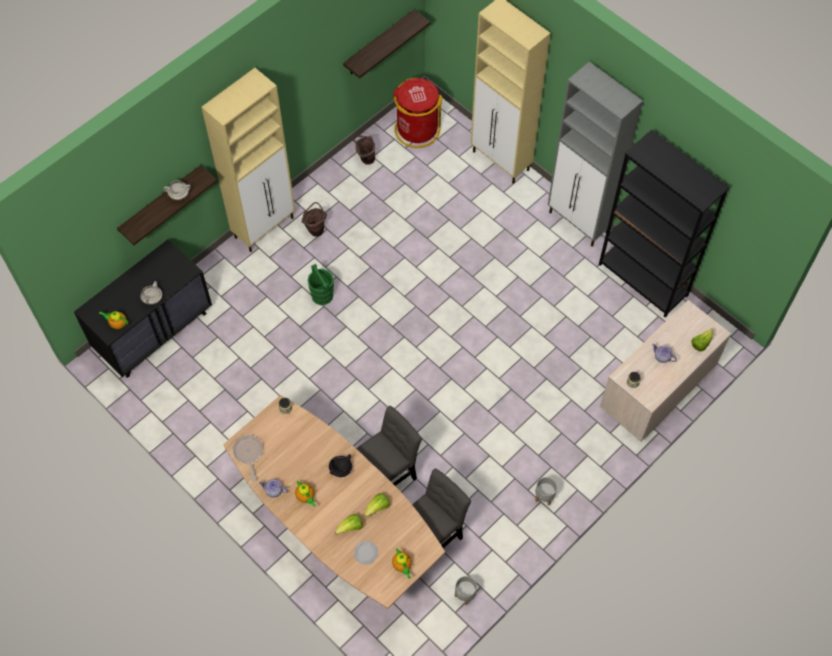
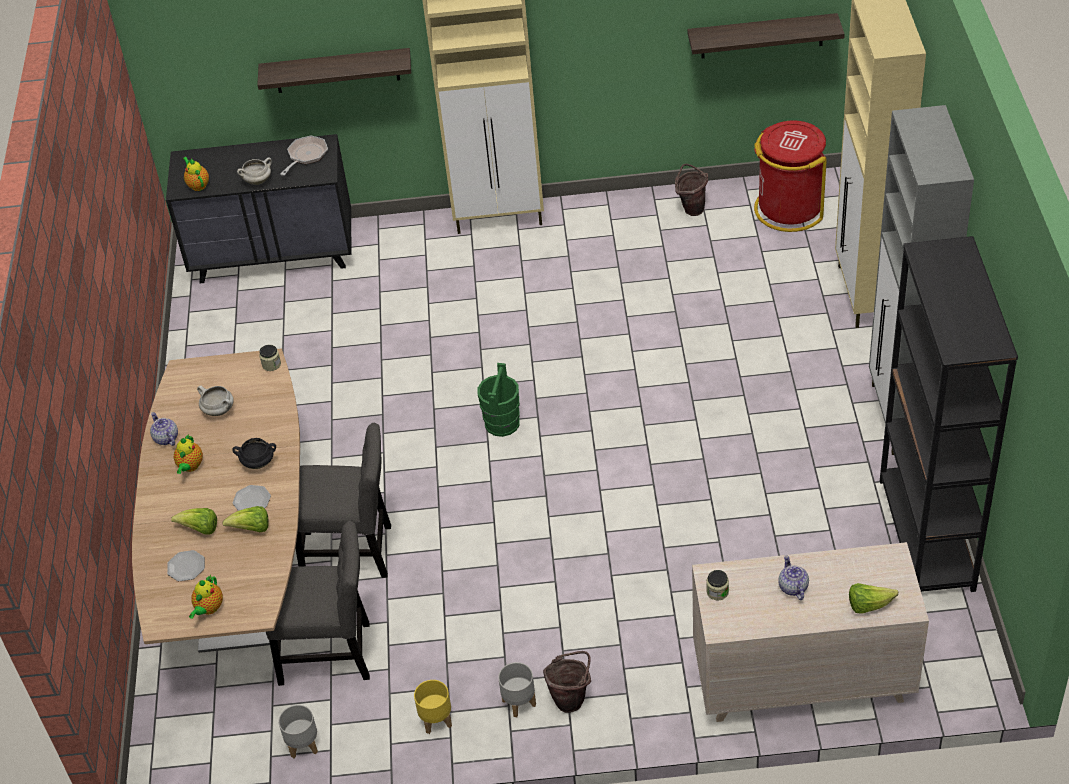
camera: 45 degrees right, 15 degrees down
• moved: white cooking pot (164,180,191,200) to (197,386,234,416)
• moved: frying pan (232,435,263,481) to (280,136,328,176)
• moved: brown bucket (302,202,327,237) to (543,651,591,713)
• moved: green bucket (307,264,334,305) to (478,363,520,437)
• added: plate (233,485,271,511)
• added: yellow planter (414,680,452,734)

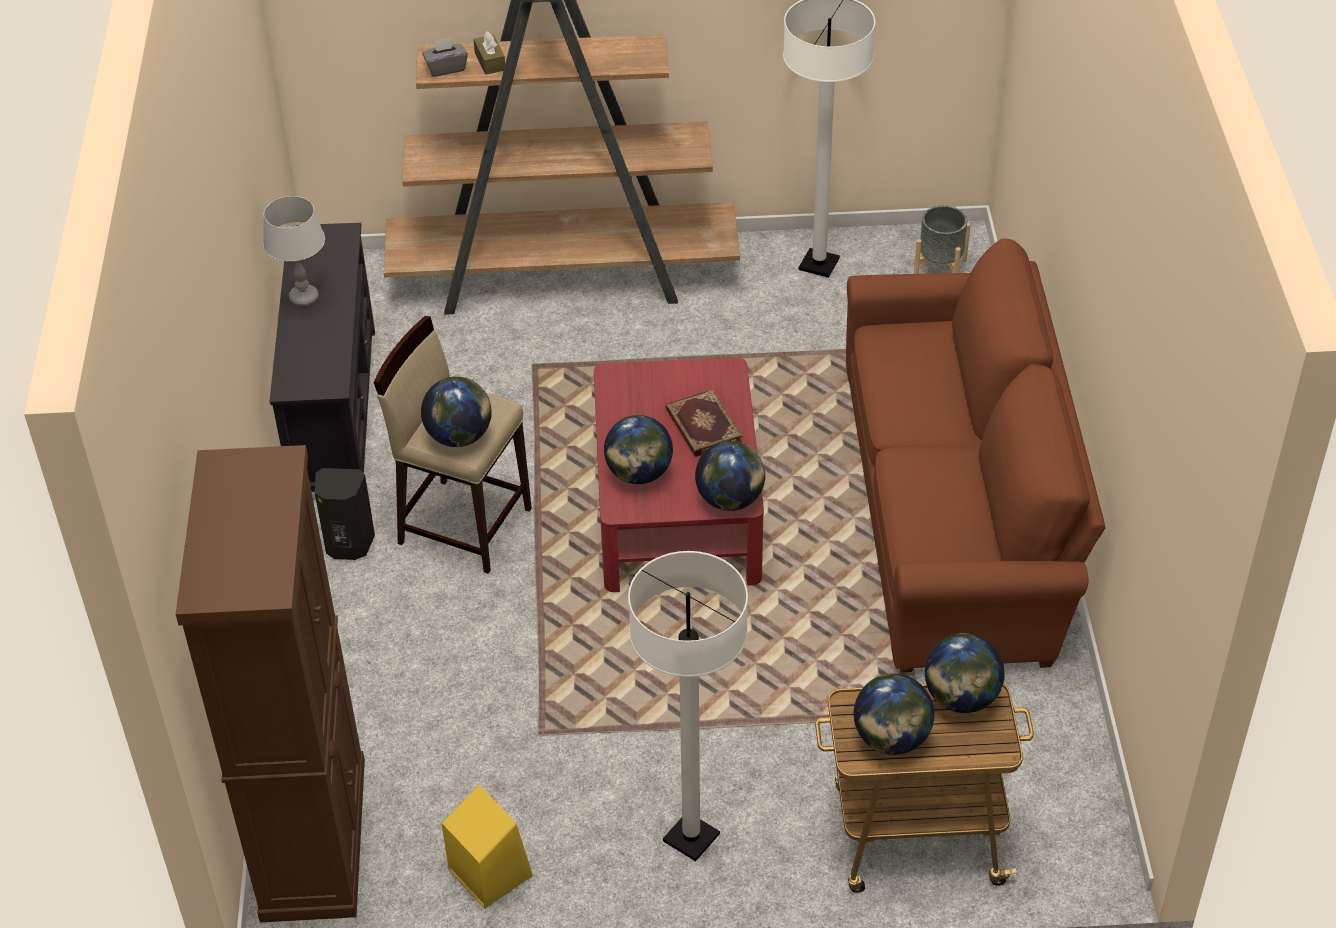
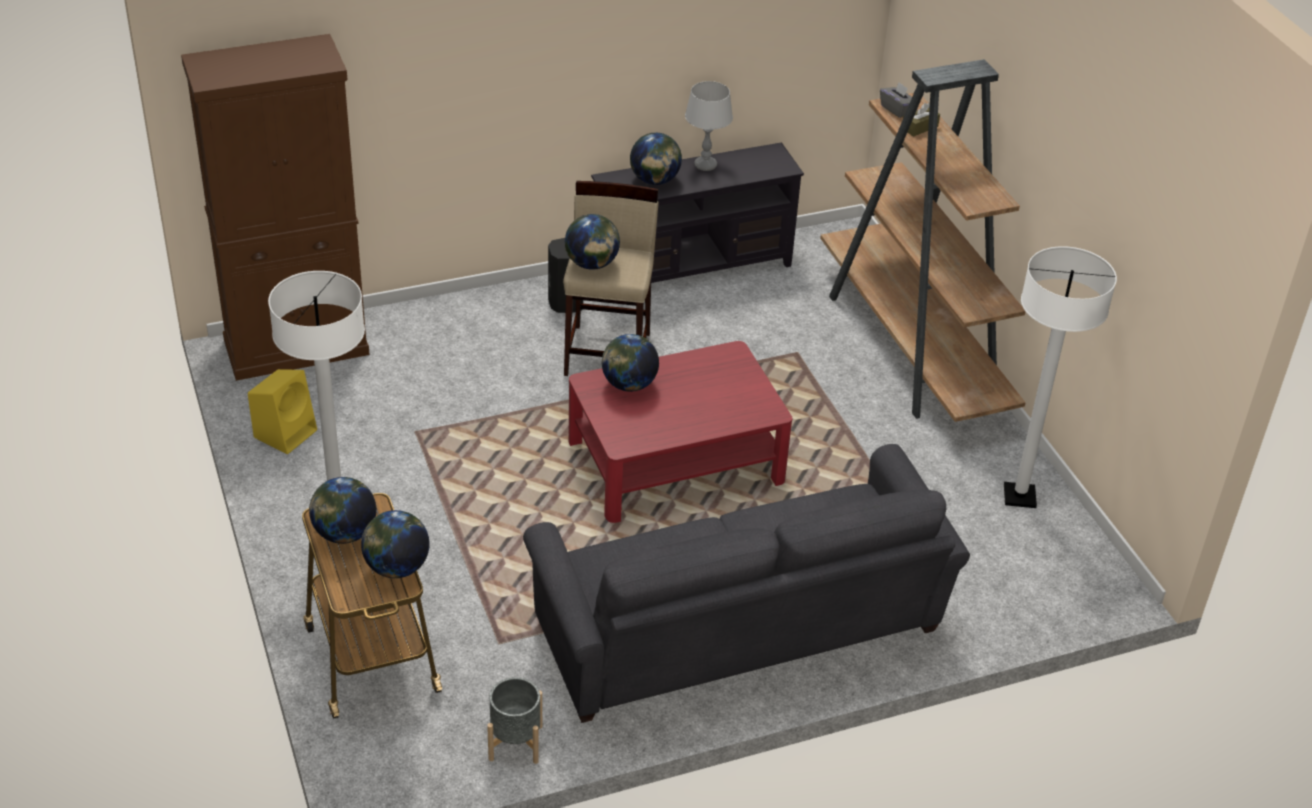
camera: 70 degrees right, 5 degrees down
• removed: book (665,389,742,457)
• moved: globe (695,441,765,511) to (630,133,682,185)
• recoloured: brown sofa (846,238,1106,672) to grey sofa (523,444,970,723)
• moved: grey planter (914,205,971,274) to (487,677,542,764)

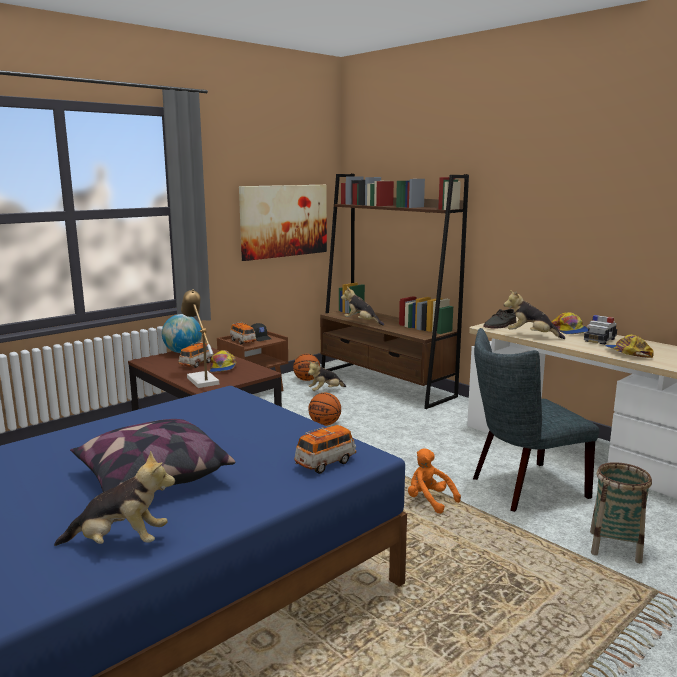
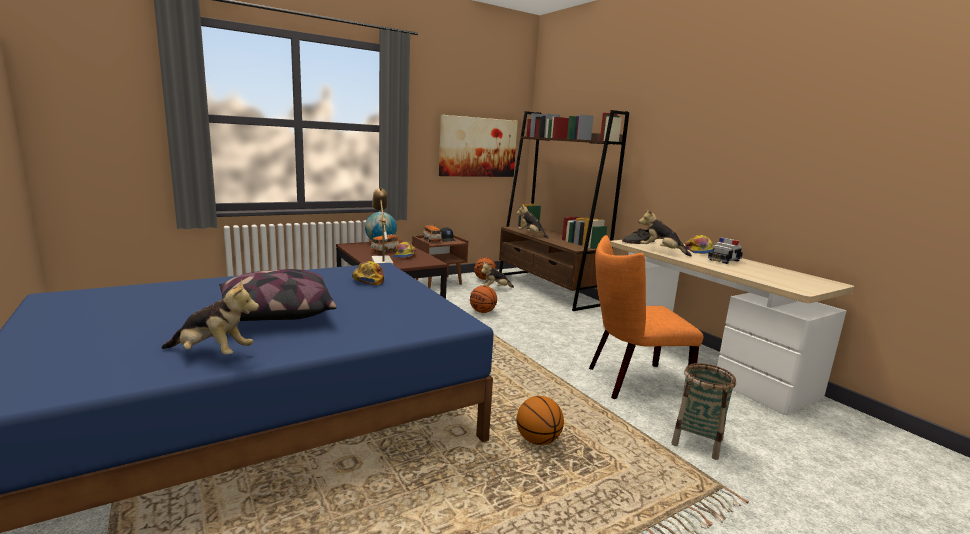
camera: 10 degrees right, 0 degrees up
• removed: toy car (294,425,356,474)
• removed: orange plush toy (408,448,461,514)
• recoloured: grey chair (473,328,599,512) to orange chair (589,235,704,399)
• moved: cap (605,335,654,358) to (352,261,384,285)
• added: basketball (516,396,564,445)

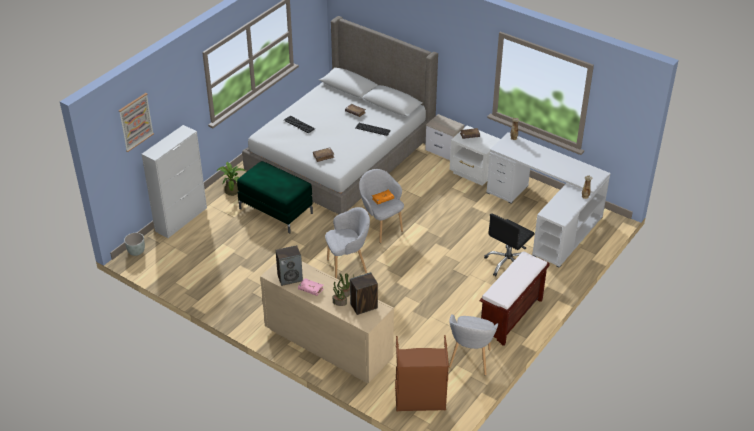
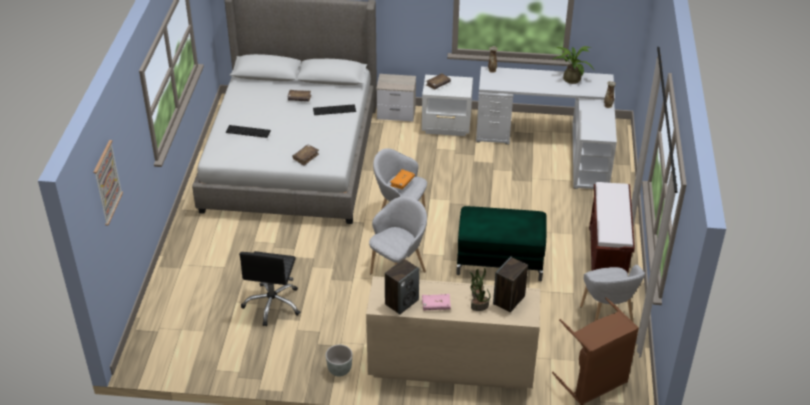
camera: 30 degrees left, 0 degrees up
• moved: grey planter (124,233,145,256) to (326,345,353,377)
• removed: white cabinet (141,125,207,238)
• moved: potted plant (216,162,246,196) to (553,46,595,84)
• moved: green ottoman (237,161,313,233) to (456,206,547,281)
• moved: black office chair (484,213,535,277) to (239,251,300,326)

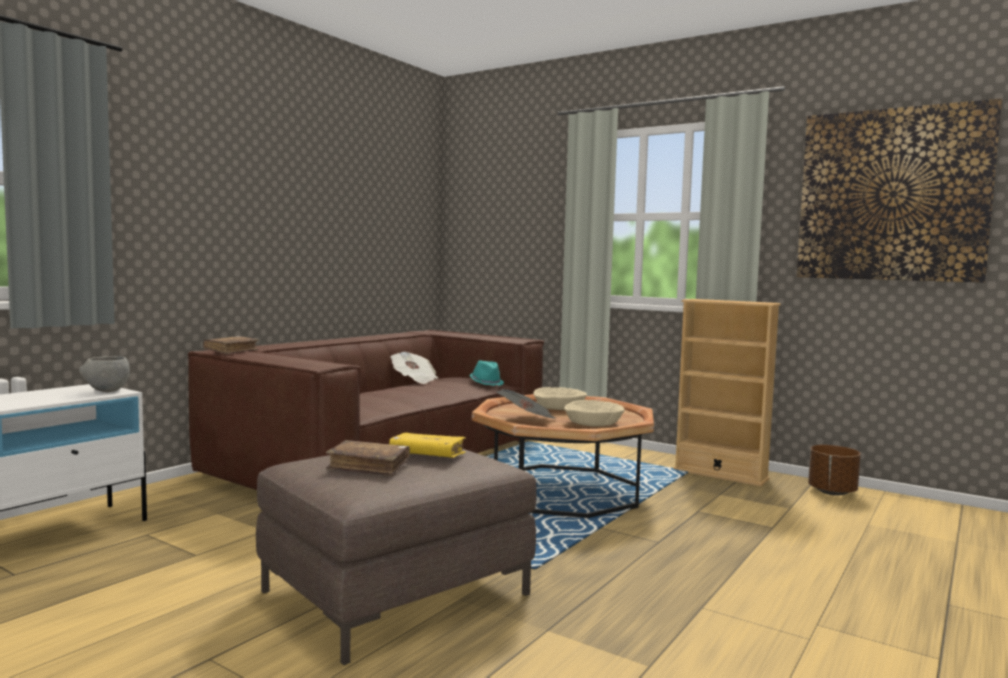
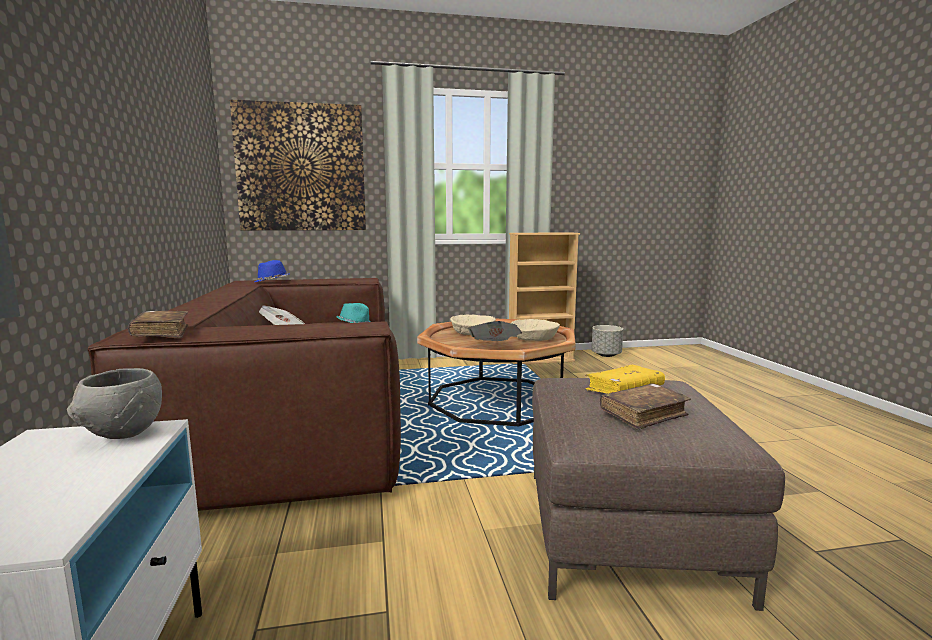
camera: 45 degrees left, 5 degrees up
• moved: picture (796,98,1002,283) to (230,100,366,230)
• recoloured: brown planter (808,445,861,496) to grey planter (592,325,623,357)
• added: blue hat (255,260,289,282)

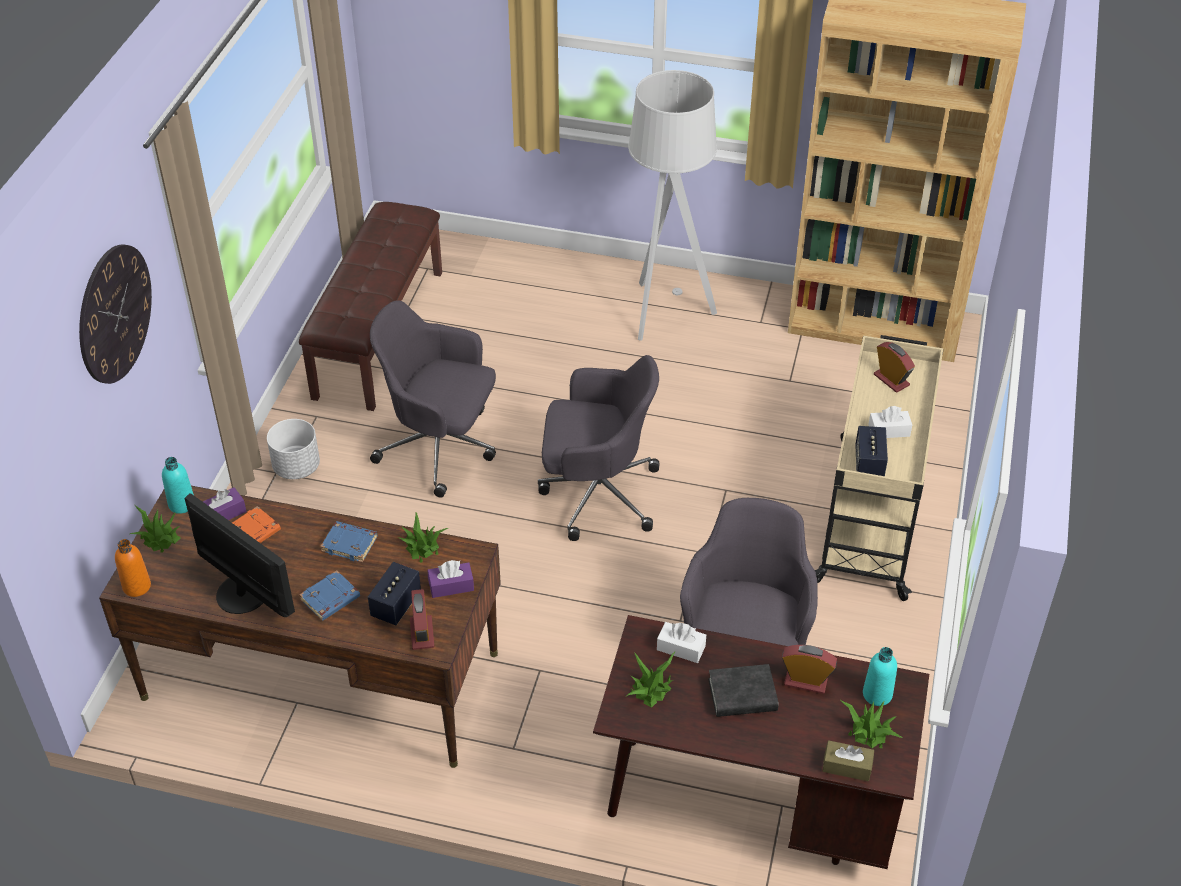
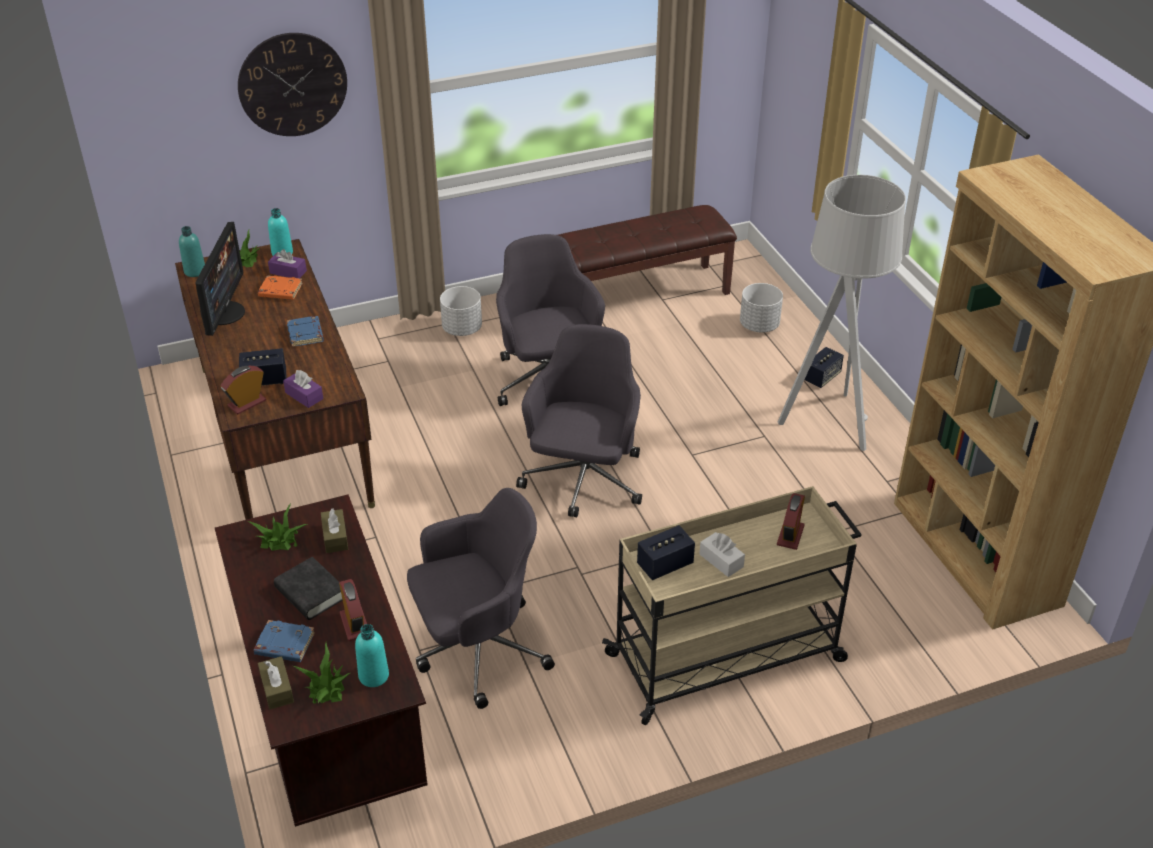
camera: 55 degrees right, 5 degrees down
• recoloured: orange bottle (115,539,151,597) to turquoise bottle (179,226,205,277)
• moved: blue book (299,571,360,620) to (254,620,315,662)
• removed: potted plant (397,513,448,562)
• turned: grey office chair (538,355,659,541) = (516,324,642,517) 135 degrees counterclockwise
• recoloured: white tissue box (657,622,706,663) to brown tissue box (321,508,348,553)
• added: white planter (740,283,783,332)
• added: speaker (805,347,844,388)

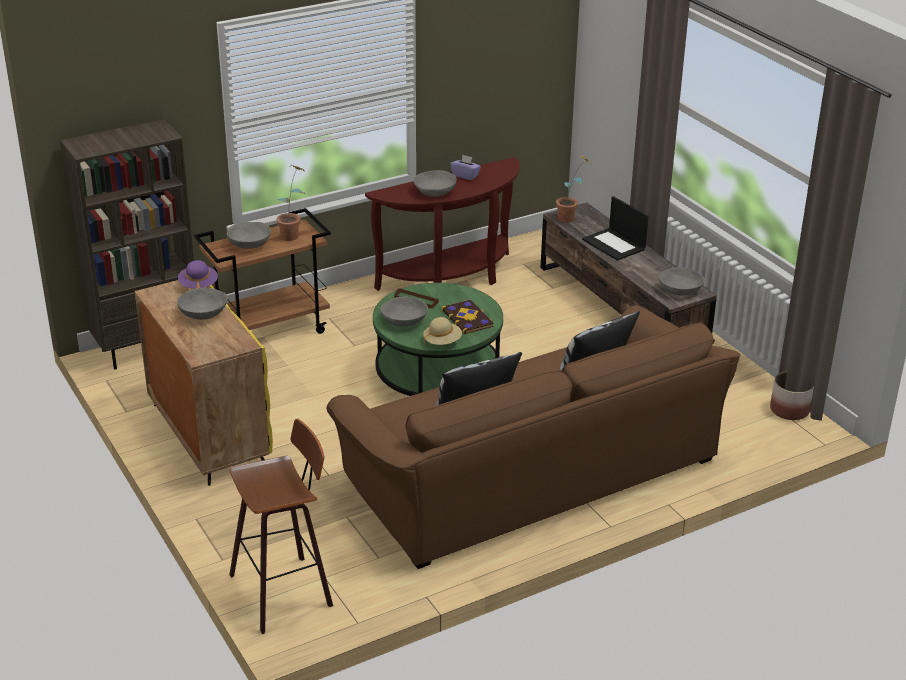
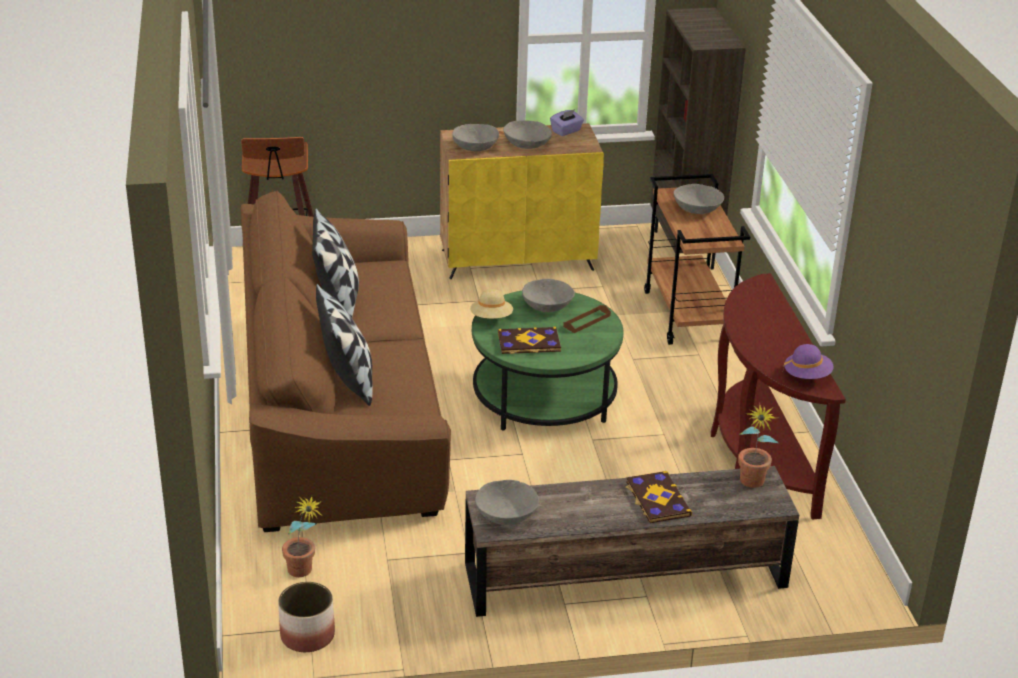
camera: 110 degrees right, 0 degrees up
• moved: purple hat (178,260,218,289) to (783,344,833,379)
• moved: potted plant (276,165,305,241) to (282,496,322,577)
• moved: grey bowl (414,170,457,197) to (452,124,499,151)
• moved: purple tissue box (450,155,481,180) to (550,109,584,136)
• replaced: laptop (582,196,649,261) to book (625,471,692,523)

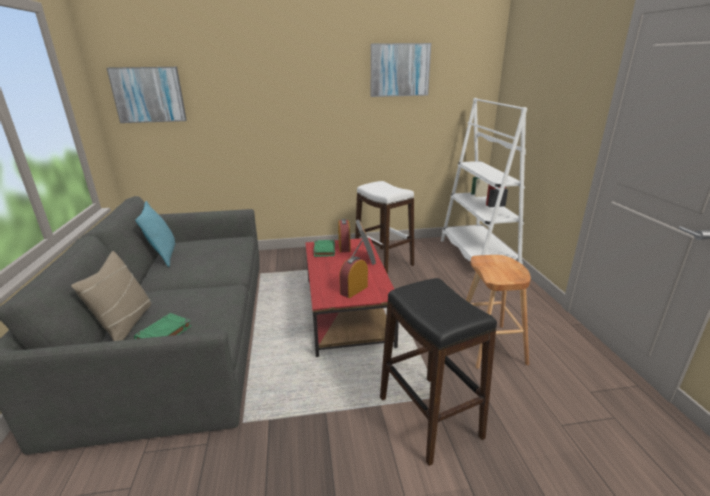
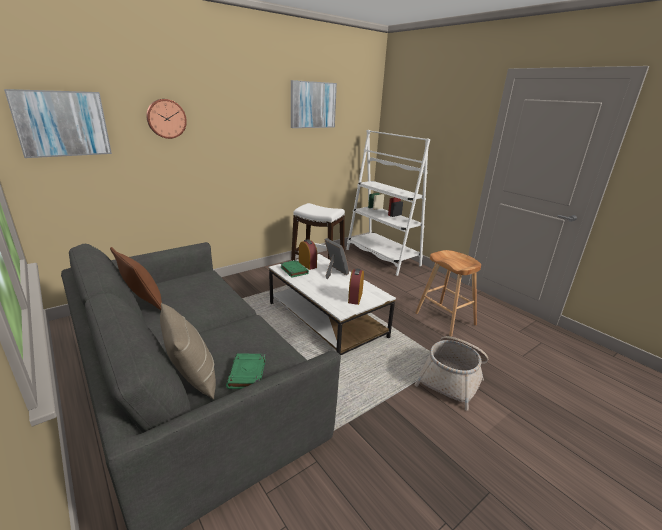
camera: 30 degrees left, 0 degrees up
• recoloured: turquoise pillow (135,201,175,267) to brown pillow (110,247,162,310)
• recoloured: red coffee table (305,238,399,357) to white coffee table (269,254,396,356)
• replaced: black stool (380,278,497,466) to basket (414,336,488,410)
• added: wall clock (146,99,187,139)

